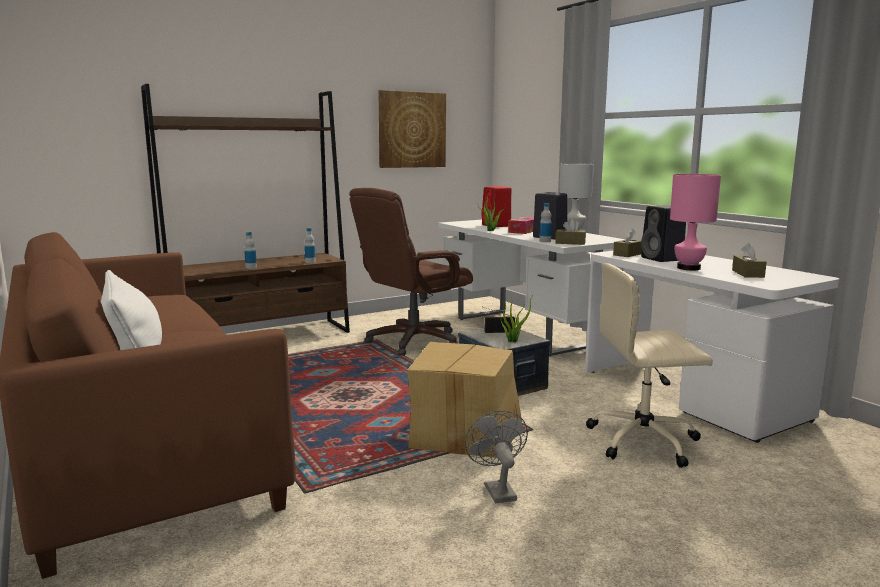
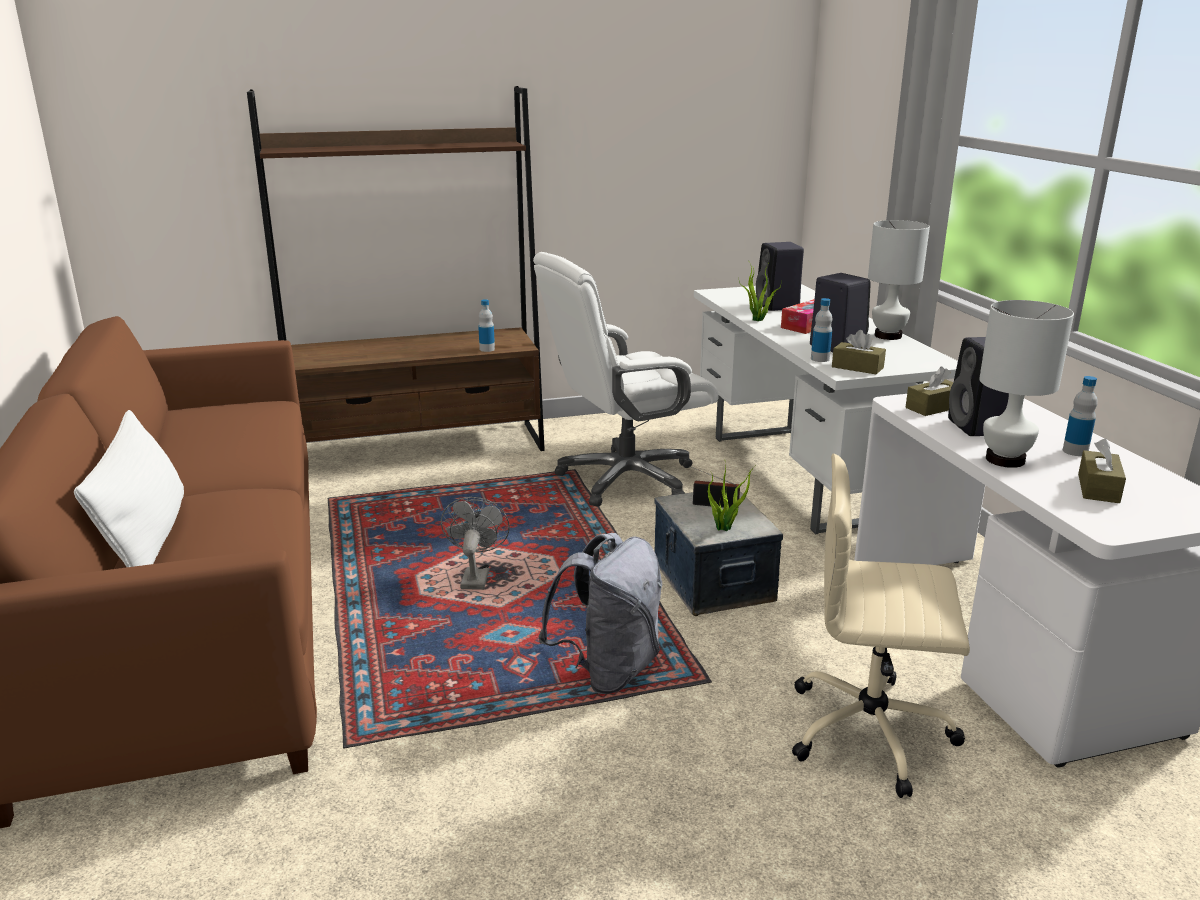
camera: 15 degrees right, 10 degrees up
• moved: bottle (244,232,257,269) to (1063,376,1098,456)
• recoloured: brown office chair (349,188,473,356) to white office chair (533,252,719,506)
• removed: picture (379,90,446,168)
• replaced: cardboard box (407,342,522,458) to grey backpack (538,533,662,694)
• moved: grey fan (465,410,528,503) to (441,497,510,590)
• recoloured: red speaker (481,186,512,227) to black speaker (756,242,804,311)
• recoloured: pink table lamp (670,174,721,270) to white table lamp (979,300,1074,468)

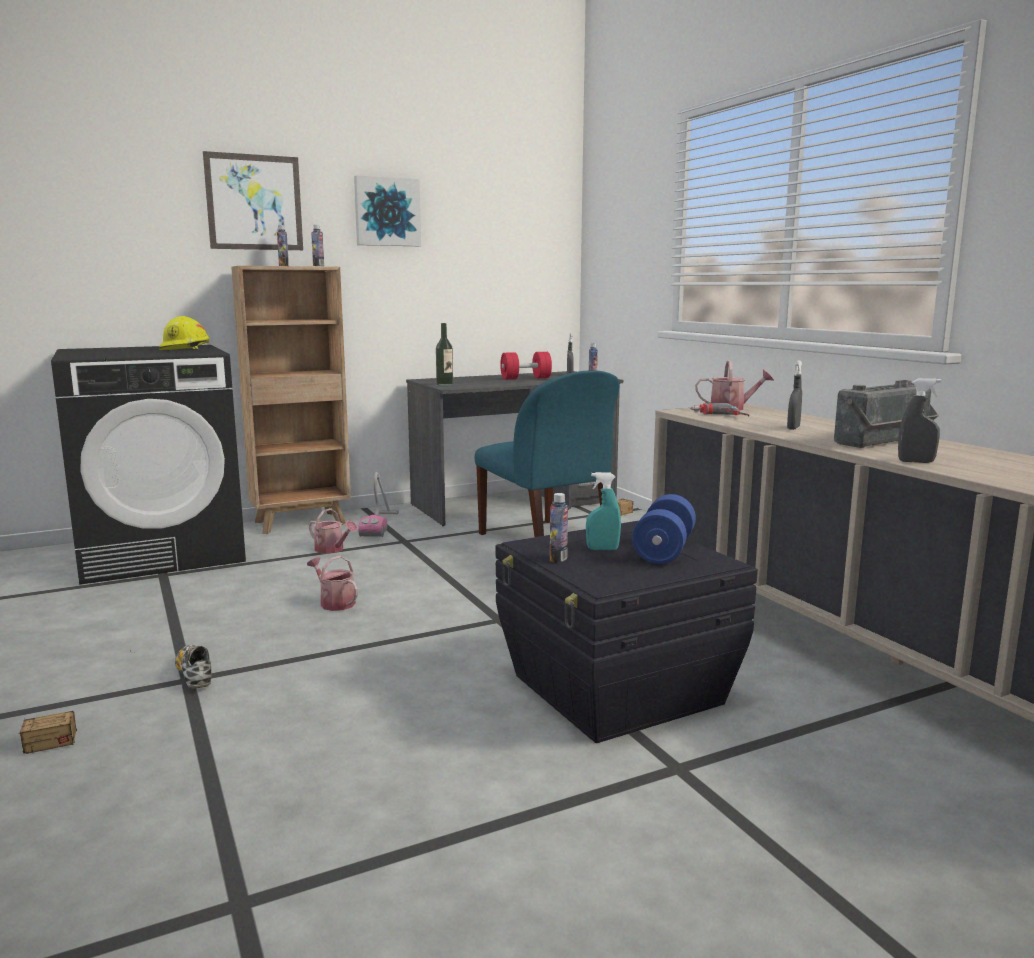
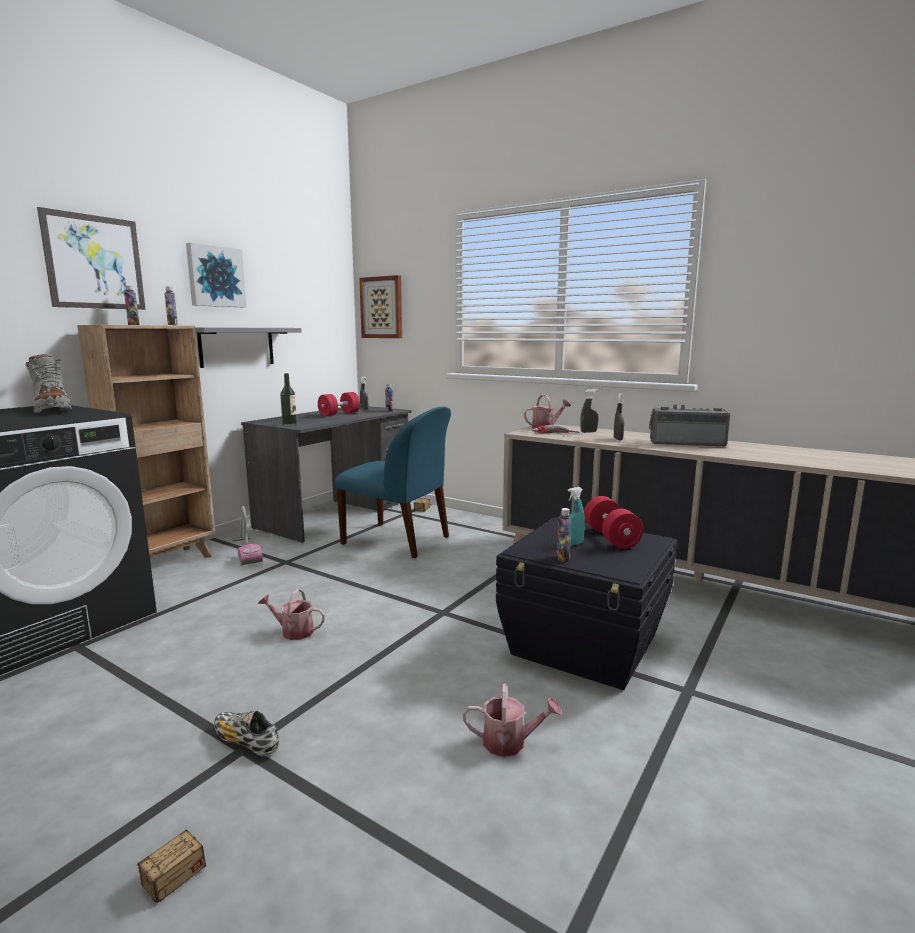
camera: 30 degrees left, 0 degrees up
• replaced: yellow hard hat (159,316,209,350) to grey boot (25,354,72,413)
• moved: watering can (308,508,357,554) to (463,684,562,757)
• recoloured: blue dumbbell (632,494,696,564) to red dumbbell (584,496,644,549)
• turned: radio (834,380,939,448) = (649,404,730,447) 105 degrees counterclockwise
• moved: grey spray bottle (898,378,941,463) to (580,389,598,433)
• added: grey shelf (195,327,302,368)
• added: picture (359,275,402,338)

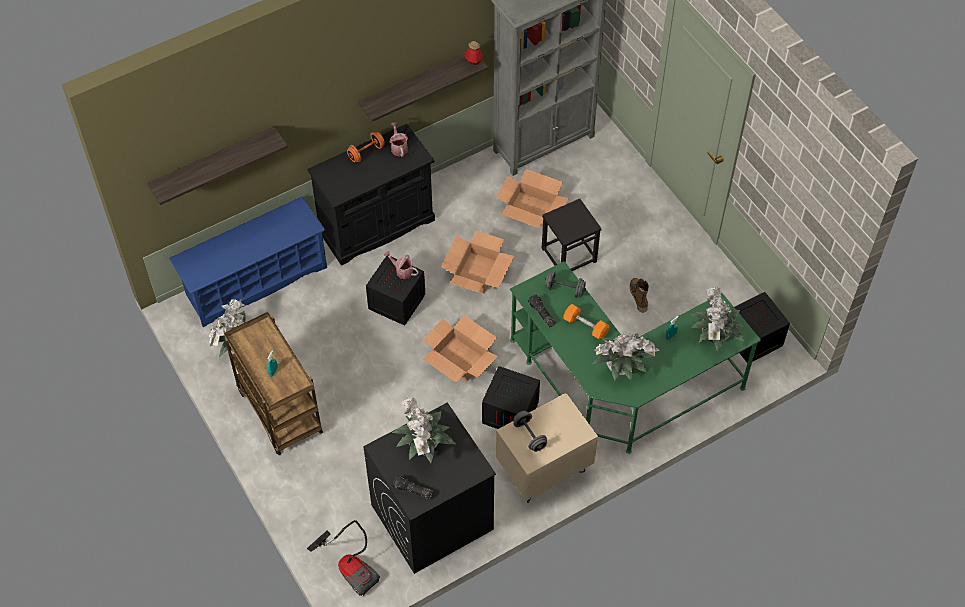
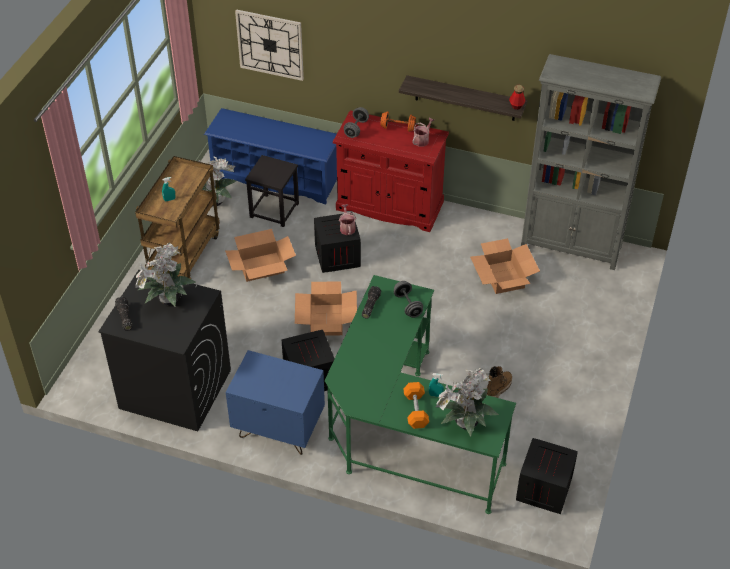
camera: 50 degrees right, 10 degrees down
• replaced: shelf (147,127,288,205) to wall clock (235,9,304,81)
• removed: vacuum cleaner (307,520,380,596)
• recoloured: black cabinet (308,124,435,266) to red cabinet (333,110,449,232)
• moved: cardboard box (441,230,514,294) to (225,229,296,282)
• recoloured: beige nightstand (496,393,598,503) to blue nightstand (226,350,325,455)
• moved: grey dumbbell (513,411,547,452) to (344,107,369,138)
• moved: black stool (542,199,602,271) to (245,155,299,227)
• moved: orange dumbbell (564,304,609,340) to (403,382,429,429)
• removed: potted plant (592,333,660,381)

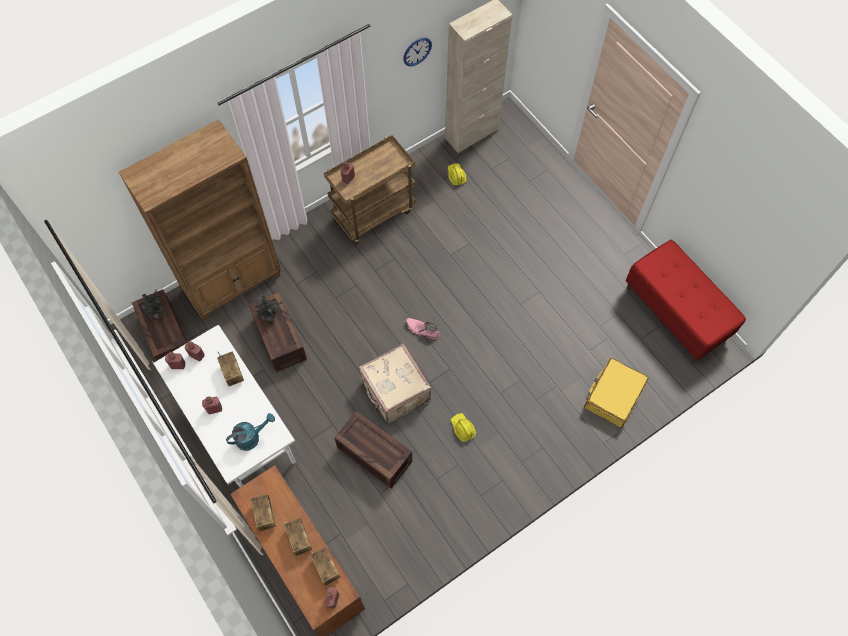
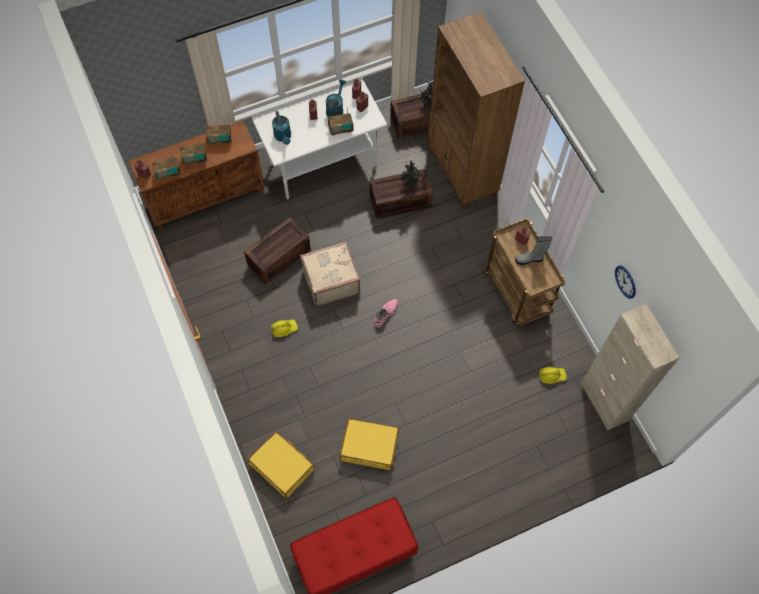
camera: 100 degrees right, 0 degrees up
• added: turquoise watering can (326,79,346,117)
• added: yellow suitcase (340,418,399,470)
• added: grey boot (515,236,552,265)

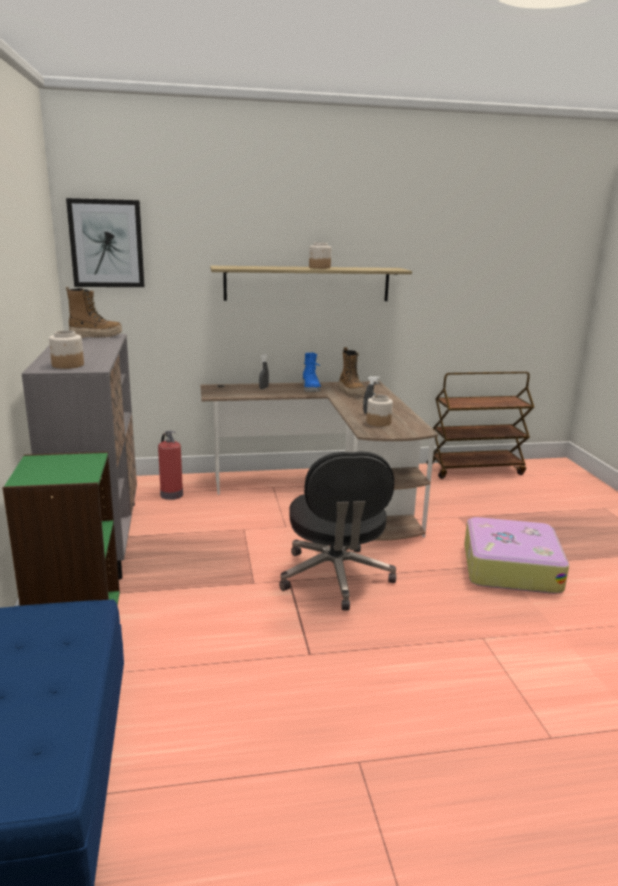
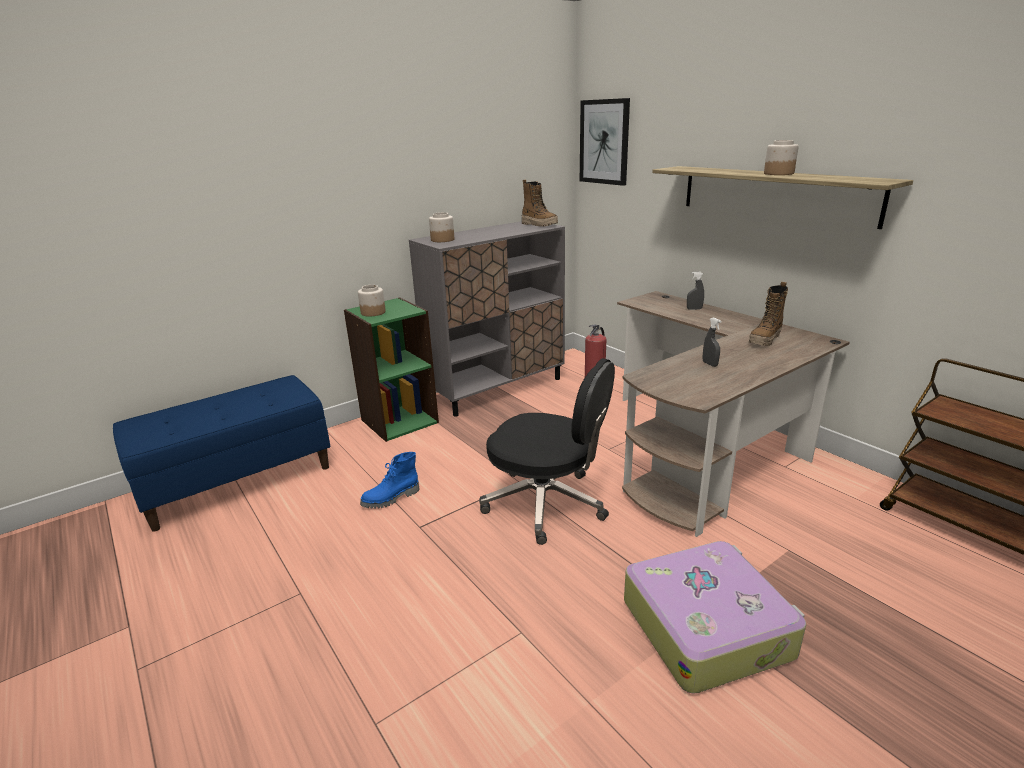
camera: 65 degrees right, 5 degrees up
• turned: black office chair (279,451,397,611) = (479,358,615,545) 120 degrees counterclockwise
• moved: blue boot (303,352,321,392) to (360,452,419,509)
• moved: jar (366,395,393,427) to (358,285,386,317)

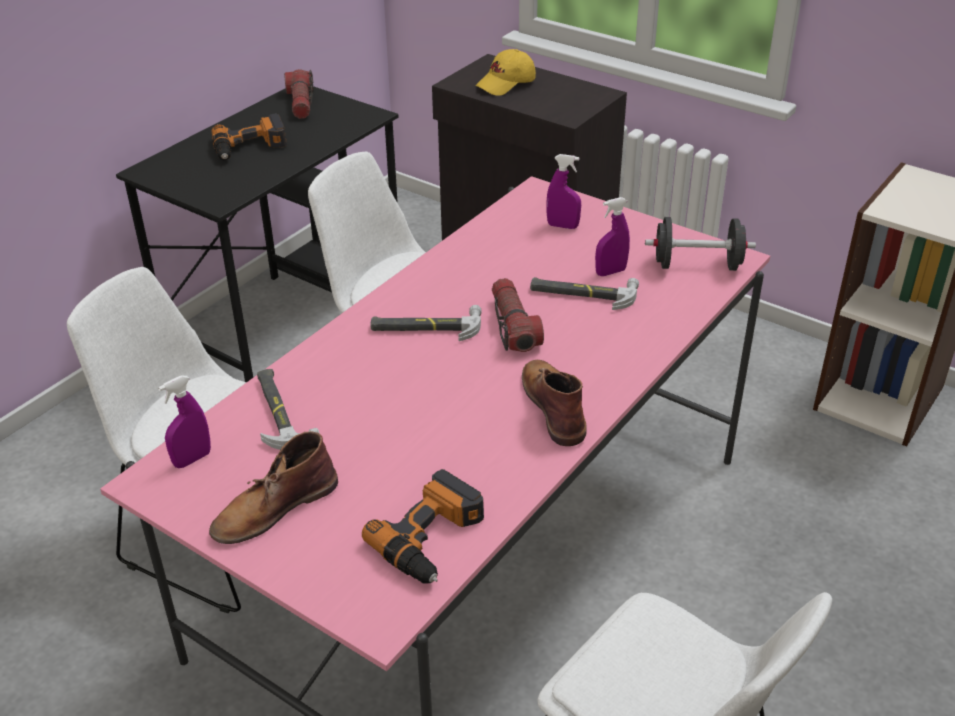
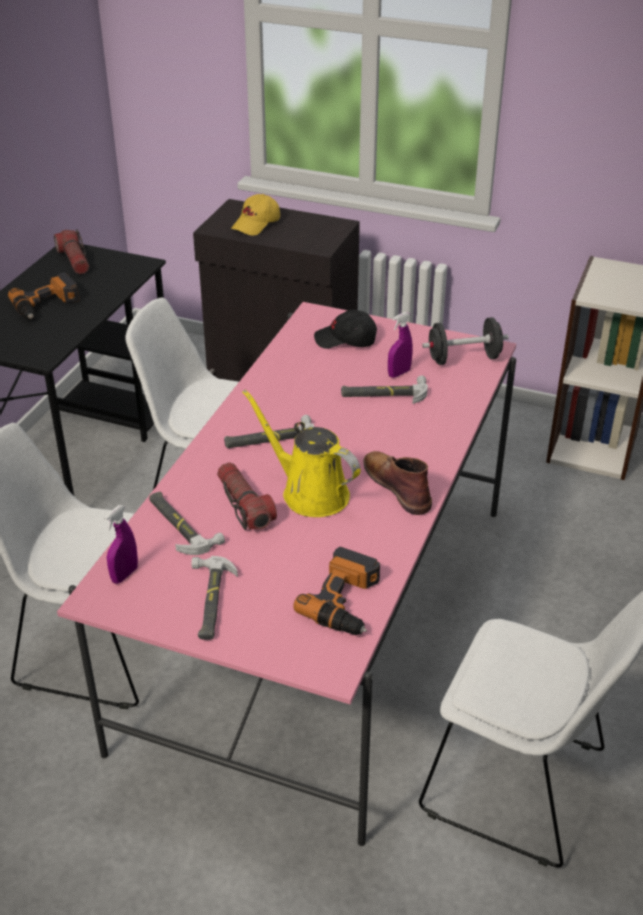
camera: 15 degrees left, 0 degrees up
• replaced: brown boot (209,431,338,544) to hammer (192,556,238,640)
• moved: flashlight (492,278,544,352) to (217,462,277,530)
• replaced: purple spray bottle (546,154,581,229) to black cap (314,310,377,349)
• added: yellow watering can (242,389,360,517)

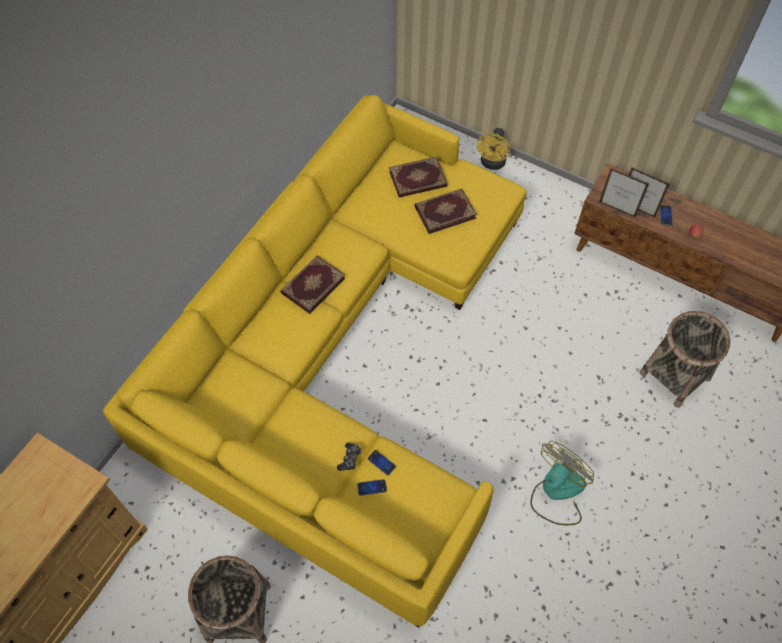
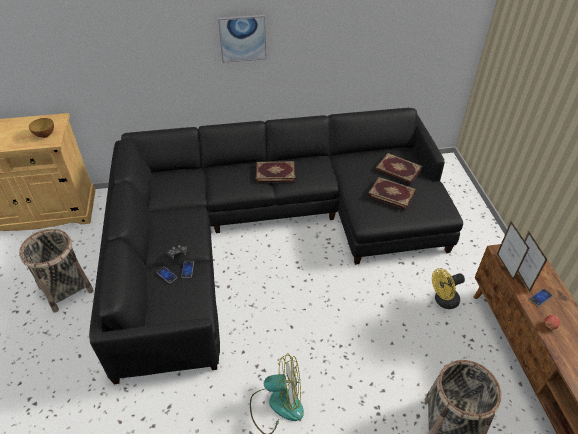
camera: 50 degrees right, 15 degrees down
• recoloured: yellow sofa (103,95,527,628) to black sofa (89,108,463,384)
• moved: yellow fan (477,128,510,170) to (432,268,465,309)
• added: bowl (29,118,54,138)
• added: picture (218,15,266,63)

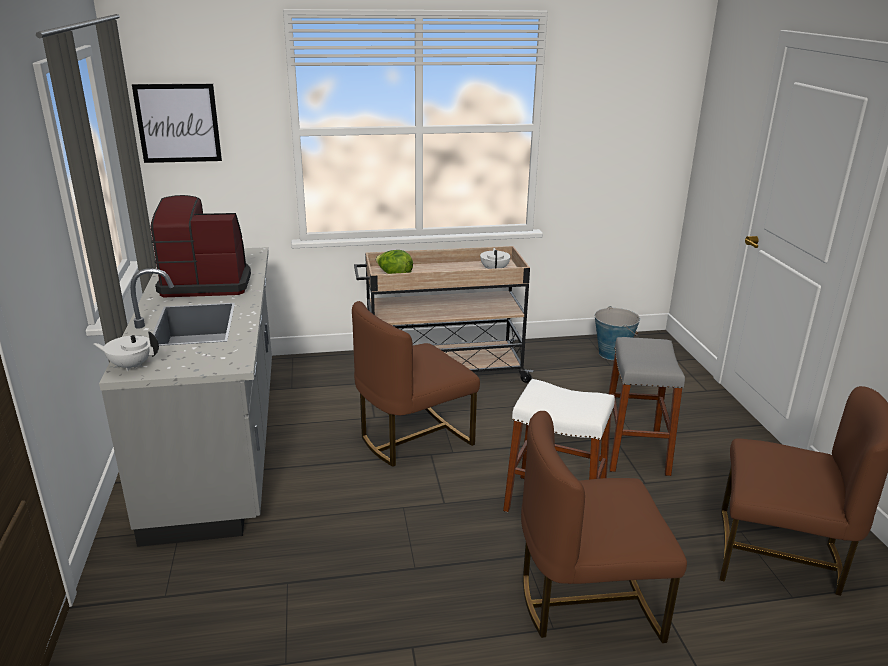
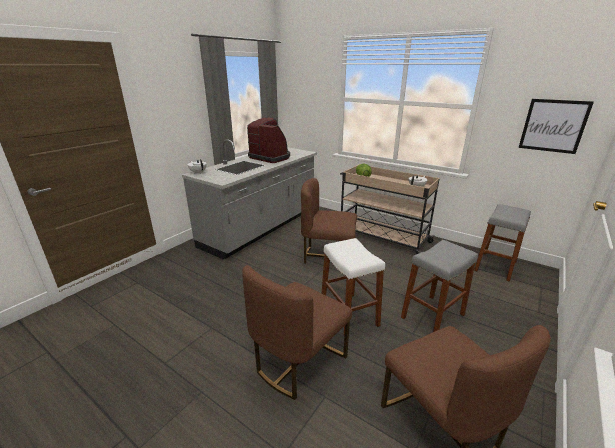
camera: 45 degrees right, 0 degrees up
• moved: picture (132,84,222,163) to (518,99,594,154)
• turned: brown chair (521,411,687,643) = (242,265,352,400) 90 degrees counterclockwise
• replaced: bucket (595,306,640,360) to grey stool (474,204,531,282)

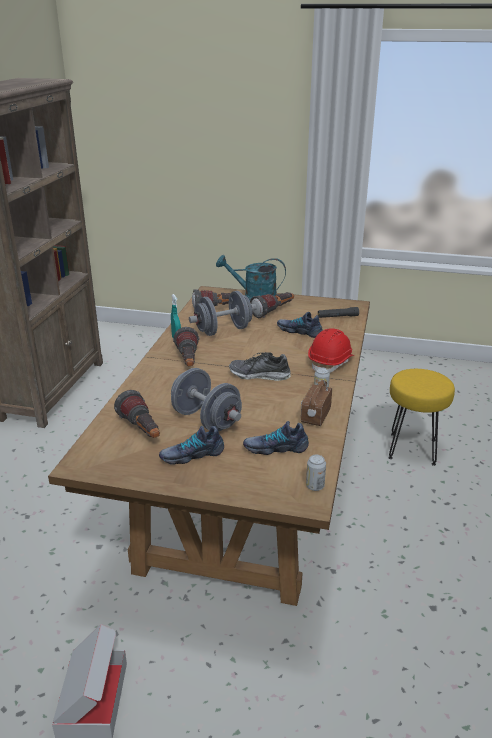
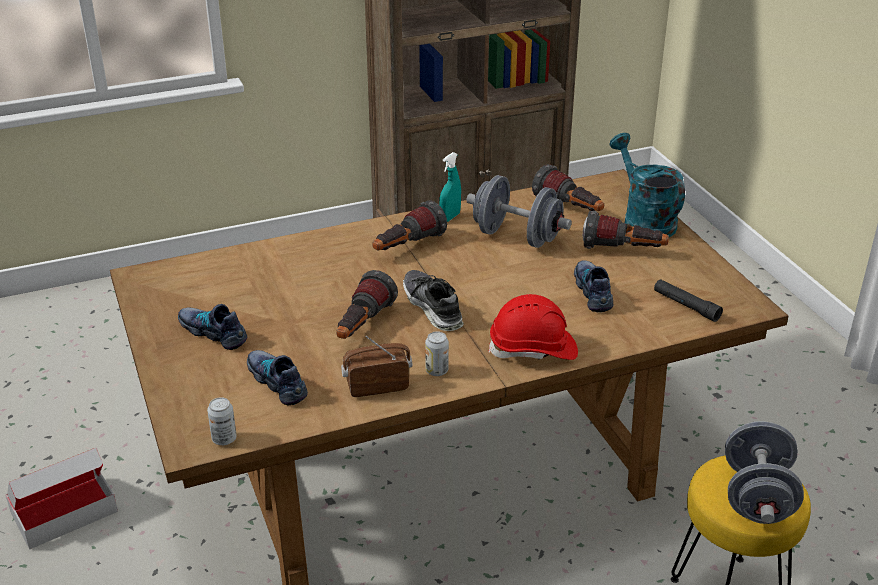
camera: 55 degrees right, 5 degrees up
• moved: flashlight (114,390,160,438) to (336,270,398,339)
• moved: grey dumbbell (171,368,242,432) to (725,421,804,524)

